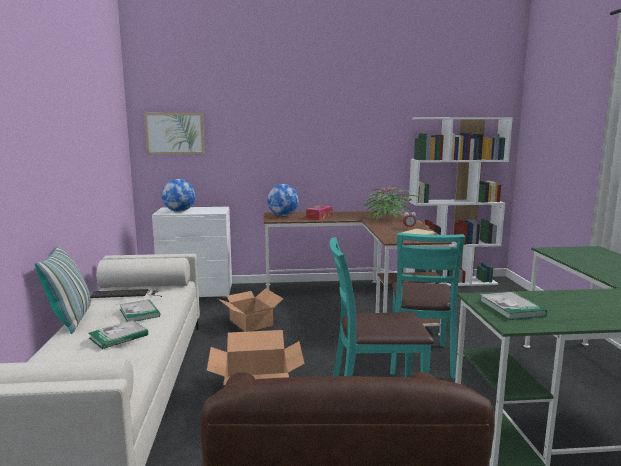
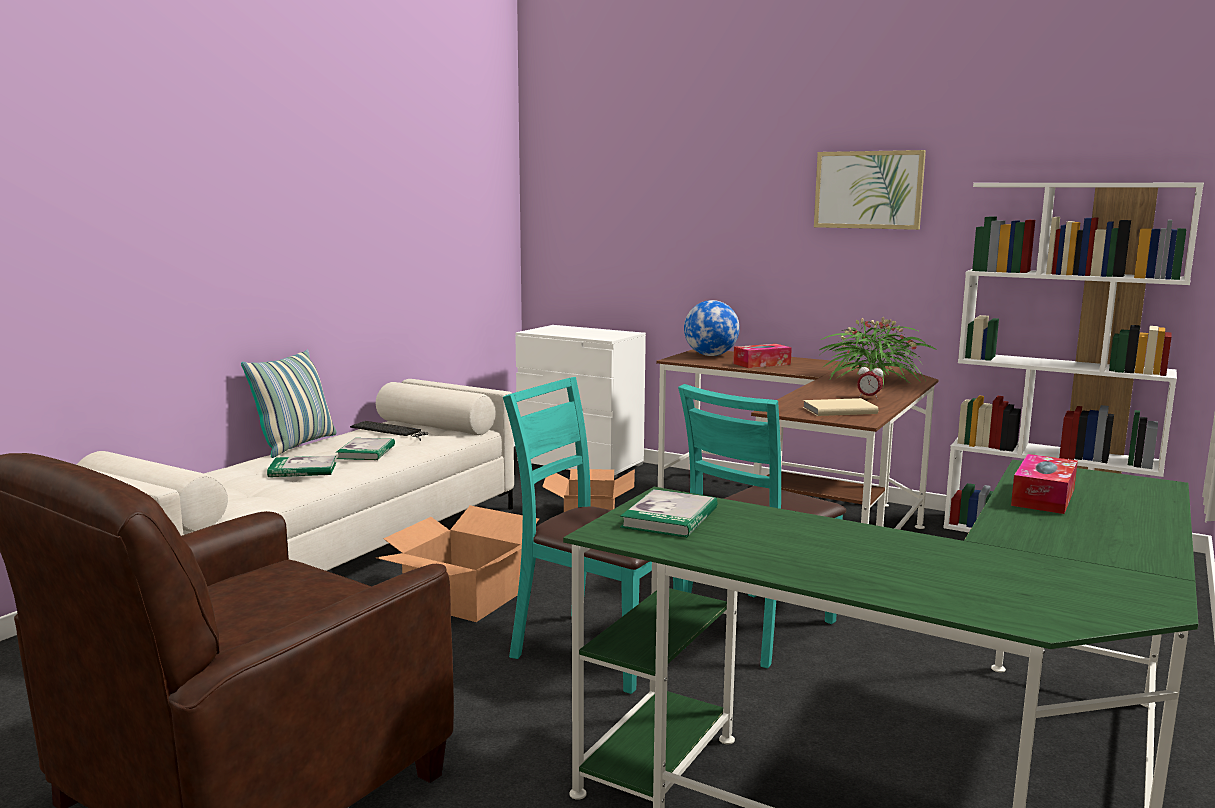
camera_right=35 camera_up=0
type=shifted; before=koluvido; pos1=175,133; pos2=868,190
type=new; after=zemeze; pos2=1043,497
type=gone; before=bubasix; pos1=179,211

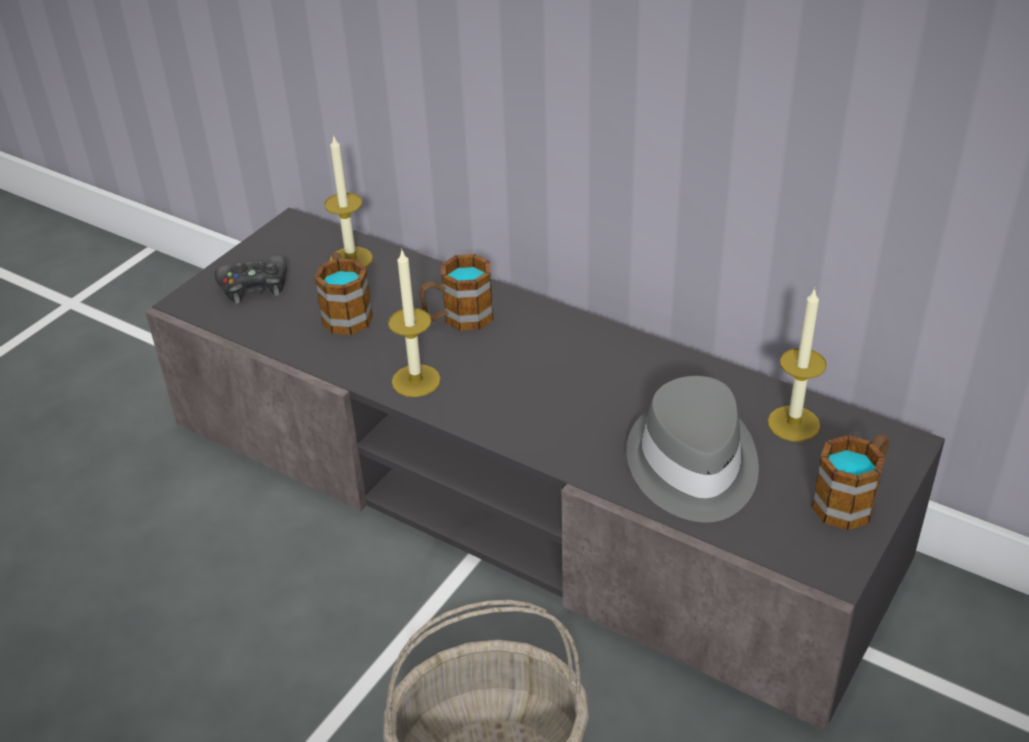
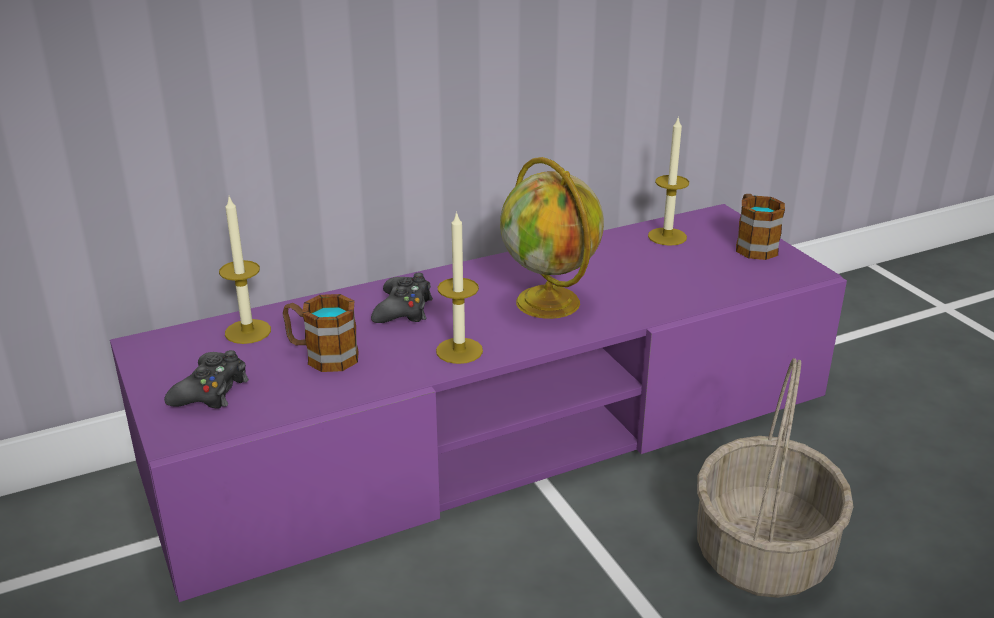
camera_right=-60 camera_up=-10
type=repainted; before=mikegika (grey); after=mikegika (purple); pos1=519,493; pos2=497,435
type=swapped; before=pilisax; after=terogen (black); pos1=458,318; pos2=403,309
type=new; after=bubasix; pos2=549,303
type=gone; before=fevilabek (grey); pos1=692,466

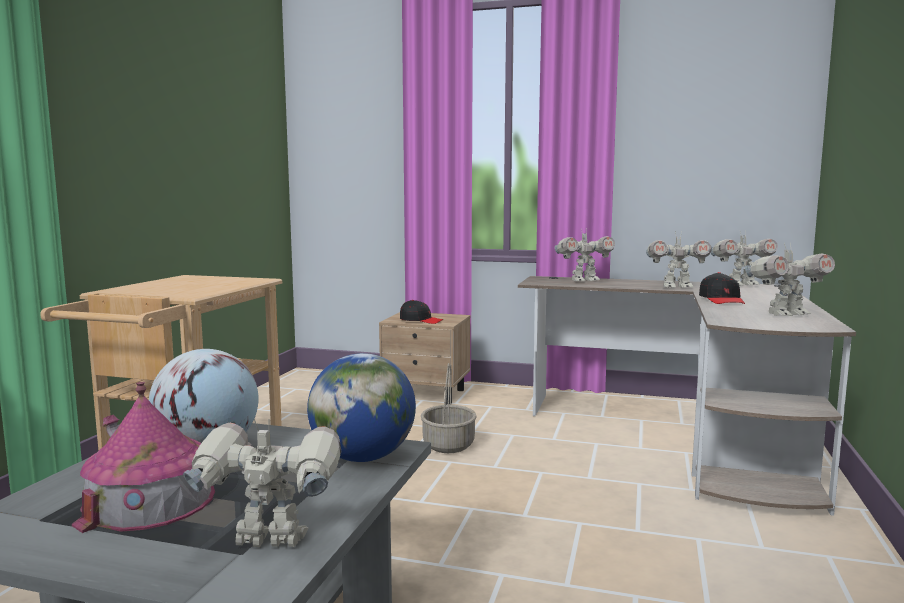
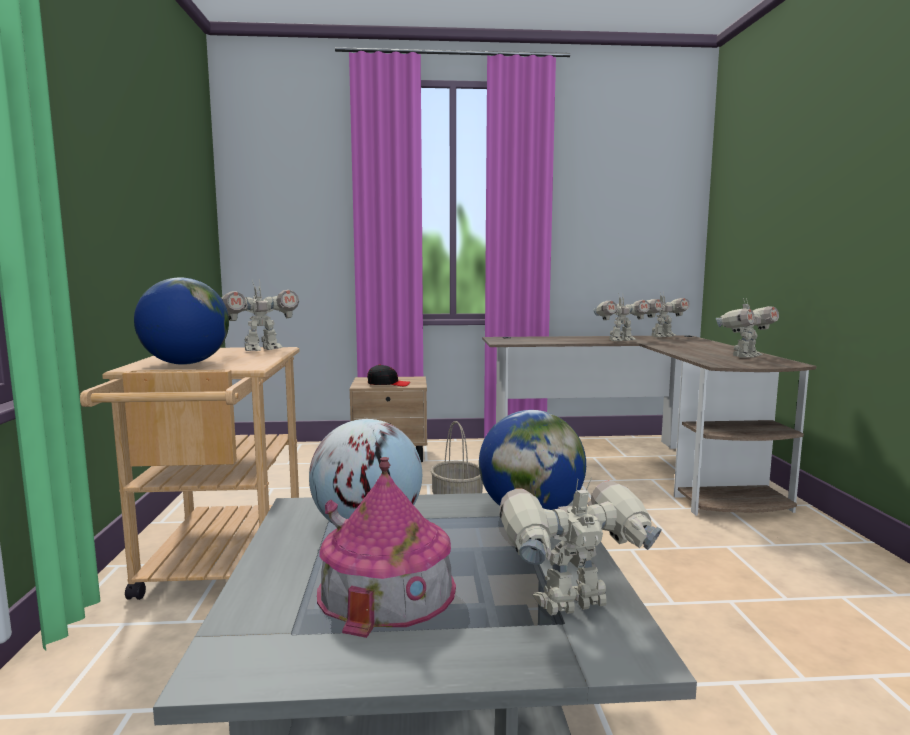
camera_right=-20 camera_up=0
type=new; after=bubasix; pos2=186,364
type=shifted; before=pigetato; pos1=584,281; pos2=261,350
type=gone; before=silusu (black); pos1=721,300

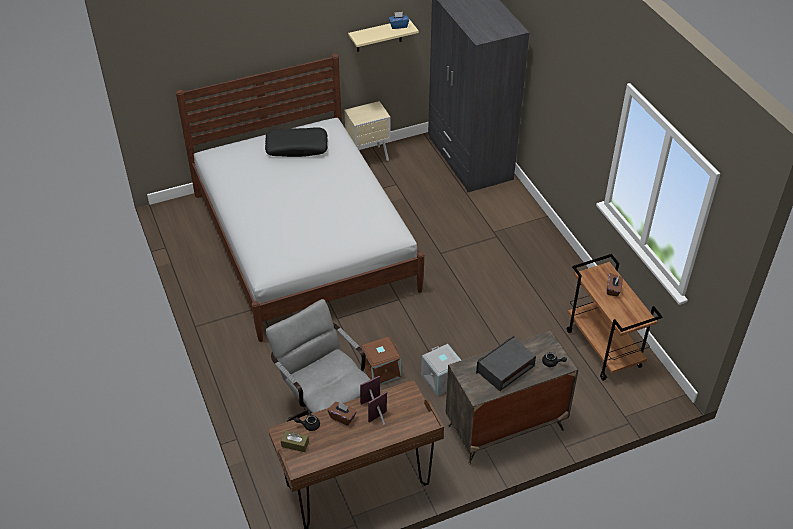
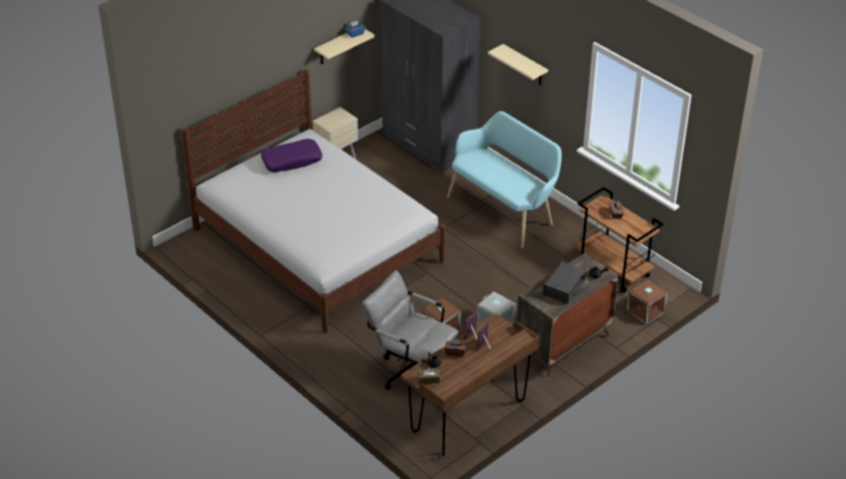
camera_right=-20 camera_up=-5
type=repainted; before=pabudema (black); after=pabudema (purple); pos1=297,147; pos2=292,160
type=new; after=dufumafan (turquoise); pos2=504,210
type=new; after=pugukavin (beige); pos2=525,66
type=new; after=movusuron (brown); pos2=646,311

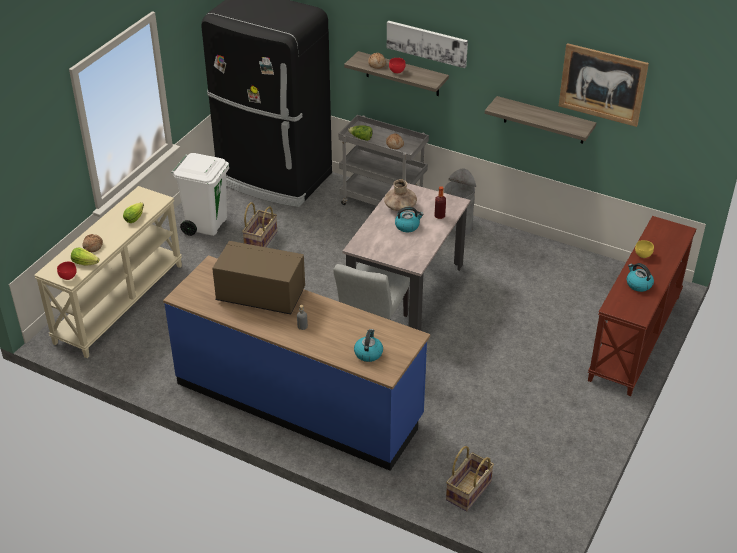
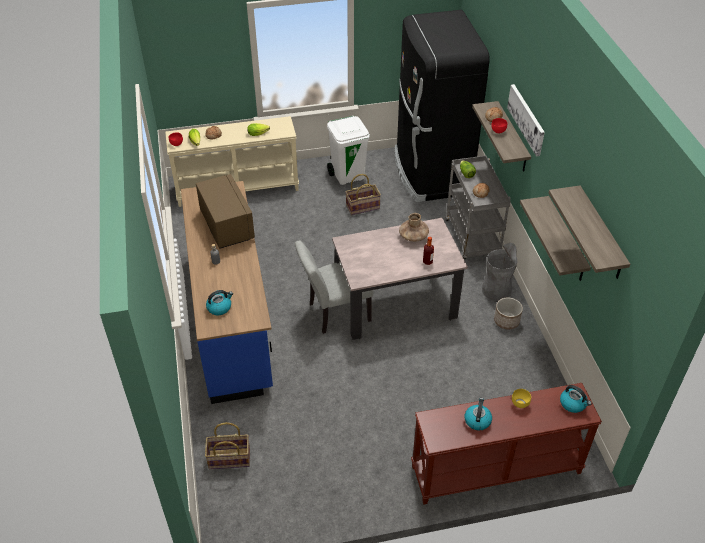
camera_right=50 camera_up=5
type=new; after=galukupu; pos2=506,321
type=swapped; before=koluvido; after=pugukavin; pos1=602,84; pos2=601,234
type=shifted; before=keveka; pos1=407,226; pos2=573,404

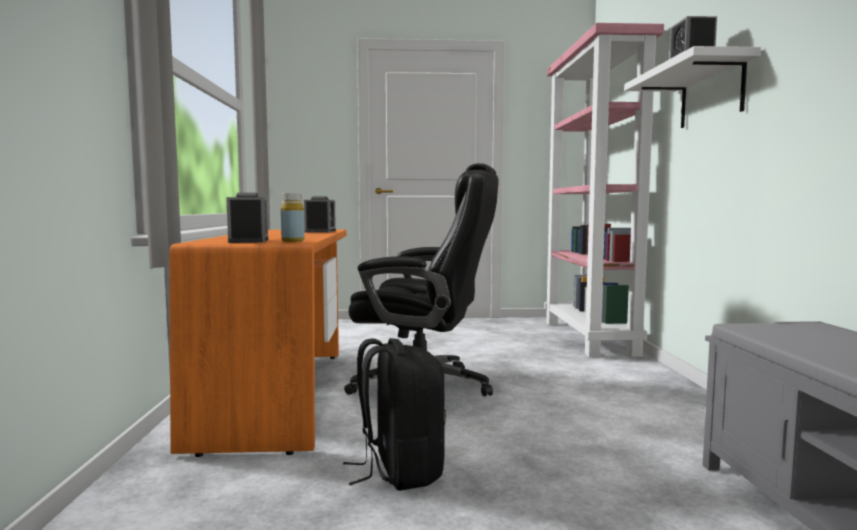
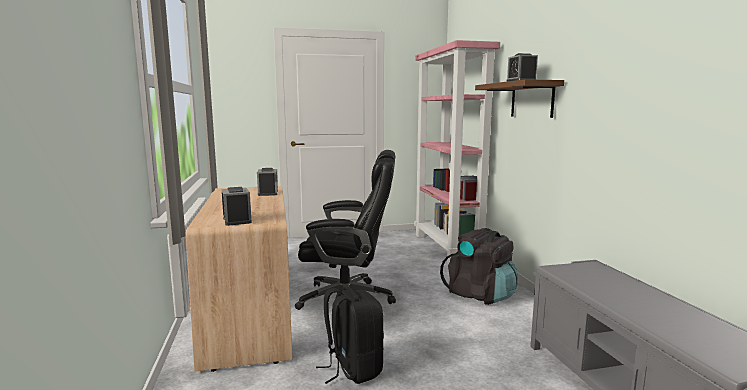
camera_right=-10 camera_up=5
type=repainted; before=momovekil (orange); after=momovekil (beige); pos1=281,394; pos2=250,313
type=new; after=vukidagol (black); pos2=480,294
type=repainted; before=pugukavin (white); after=pugukavin (brown); pos1=711,94; pos2=532,100
type=gone; before=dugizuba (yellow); pos1=293,241

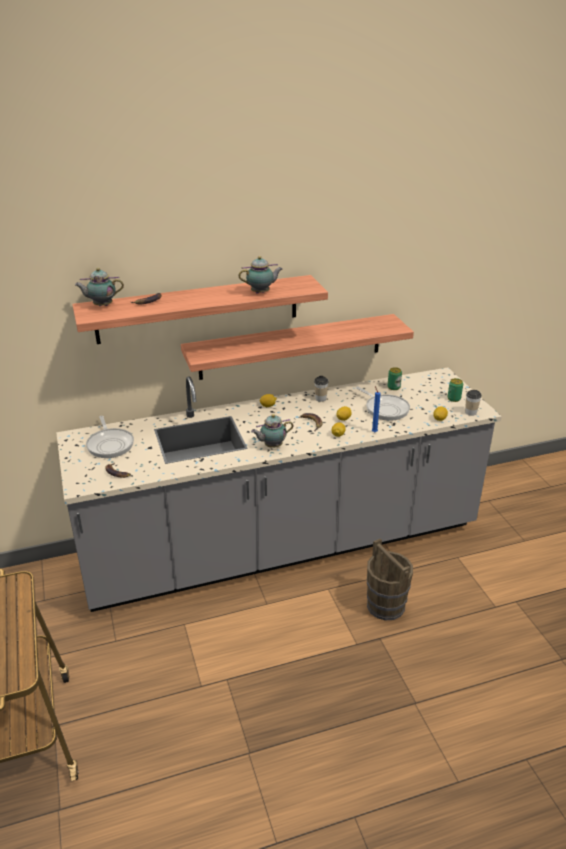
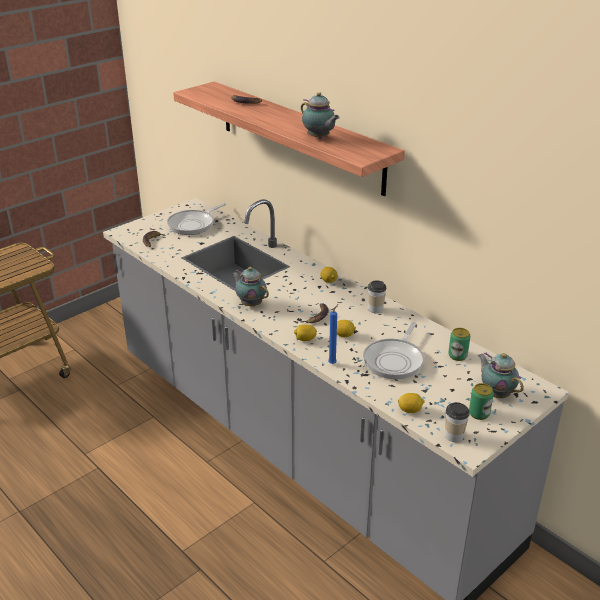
camera_right=65 camera_up=0
type=shifted; before=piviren; pos1=101,305; pos2=496,393
type=gone; before=pugukavin; pos1=291,346
type=gone; before=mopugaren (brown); pos1=385,605

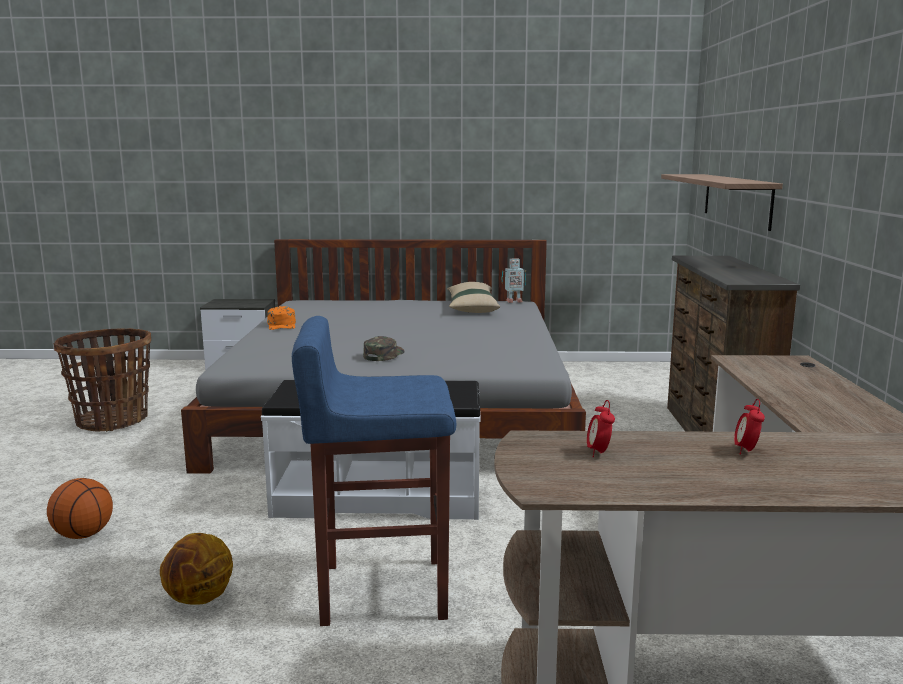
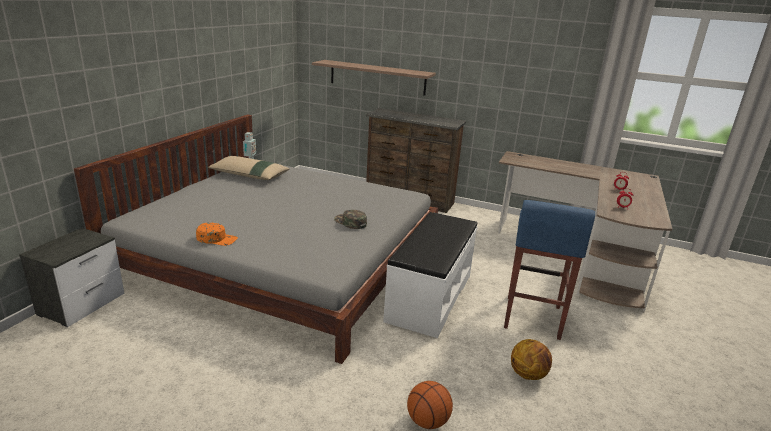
camera_right=-70 camera_up=10
type=gone; before=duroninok; pos1=112,421

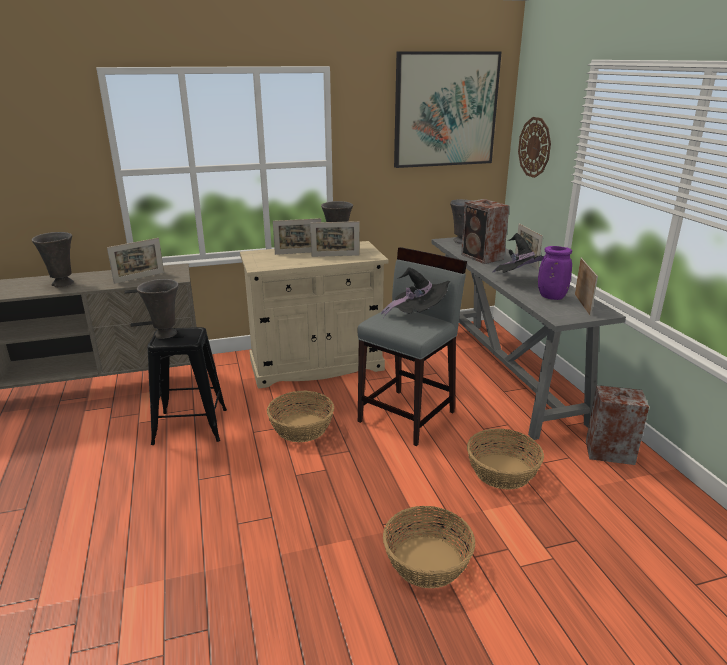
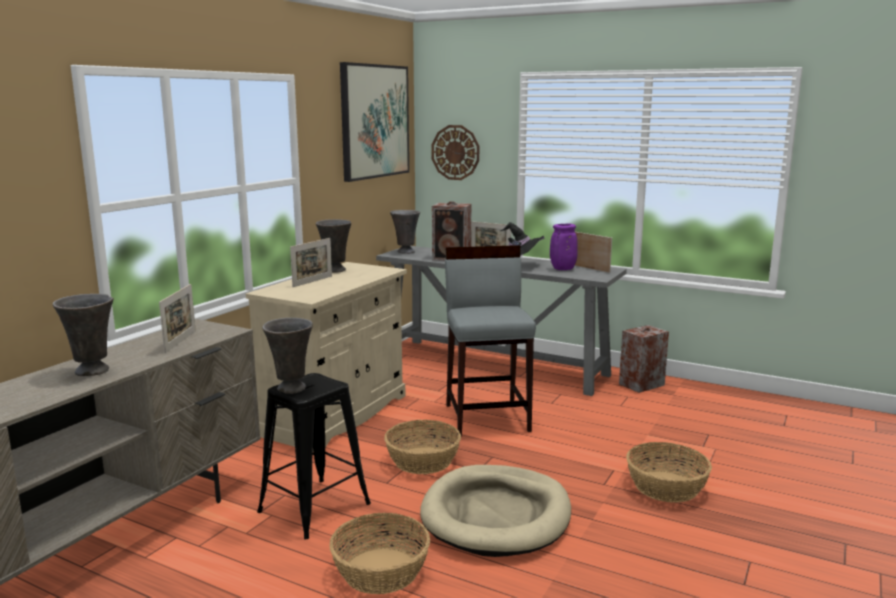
camera_right=-45 camera_up=-10
type=shifted; before=duroninok; pos1=502,471; pos2=380,570
type=new; after=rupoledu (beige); pos2=496,515
type=gone; before=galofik; pos1=335,256
type=gone; before=fevilabek (black); pos1=418,314

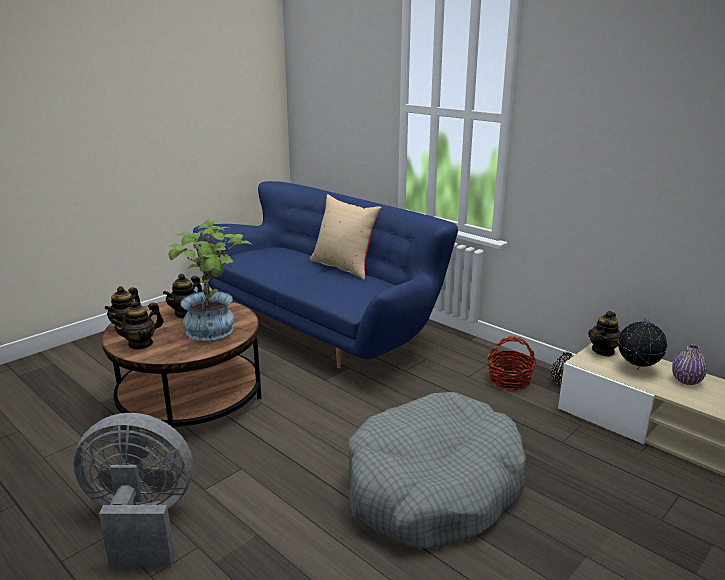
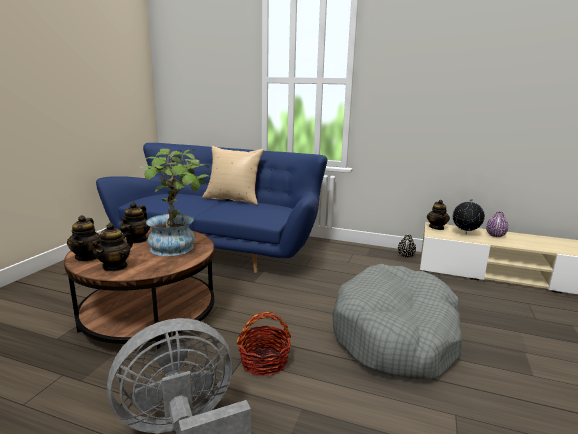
camera_right=-25 camera_up=-5
type=shifted; before=duroninok; pos1=509,380; pos2=264,361

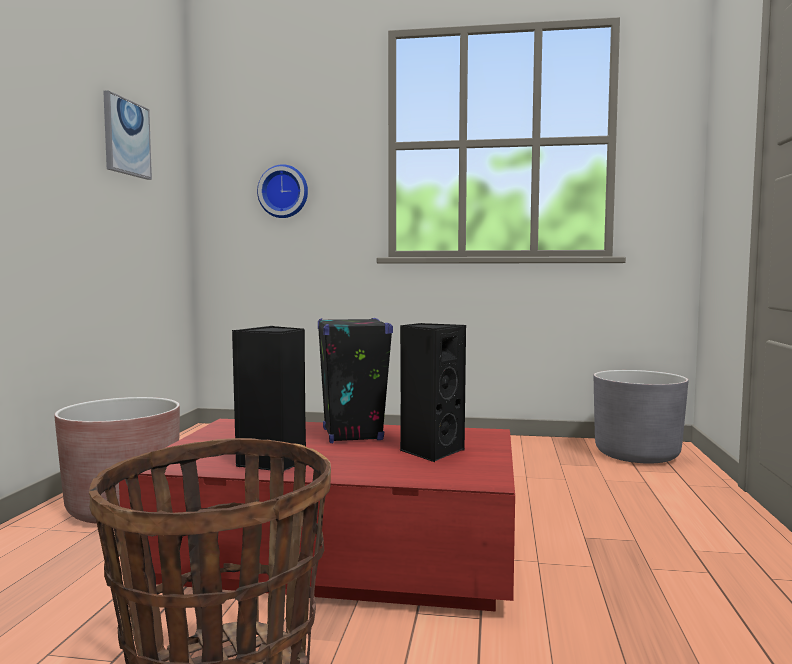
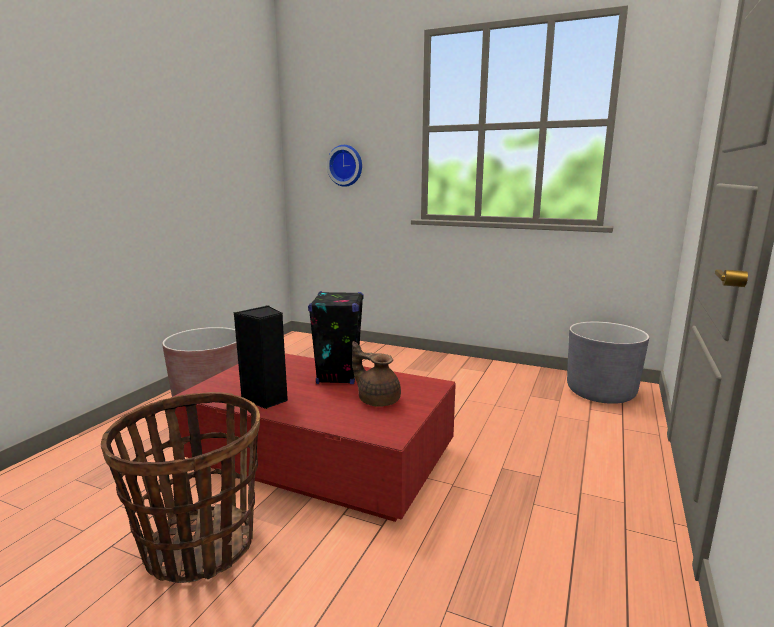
camera_right=15 camera_up=10
type=swapped; before=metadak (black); after=piviren (brown); pos1=430,451; pos2=377,400
type=gone; before=koluvido; pos1=126,137

